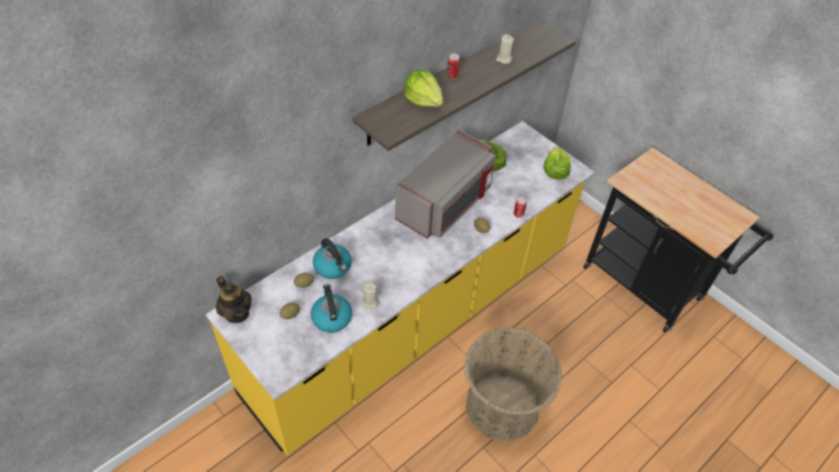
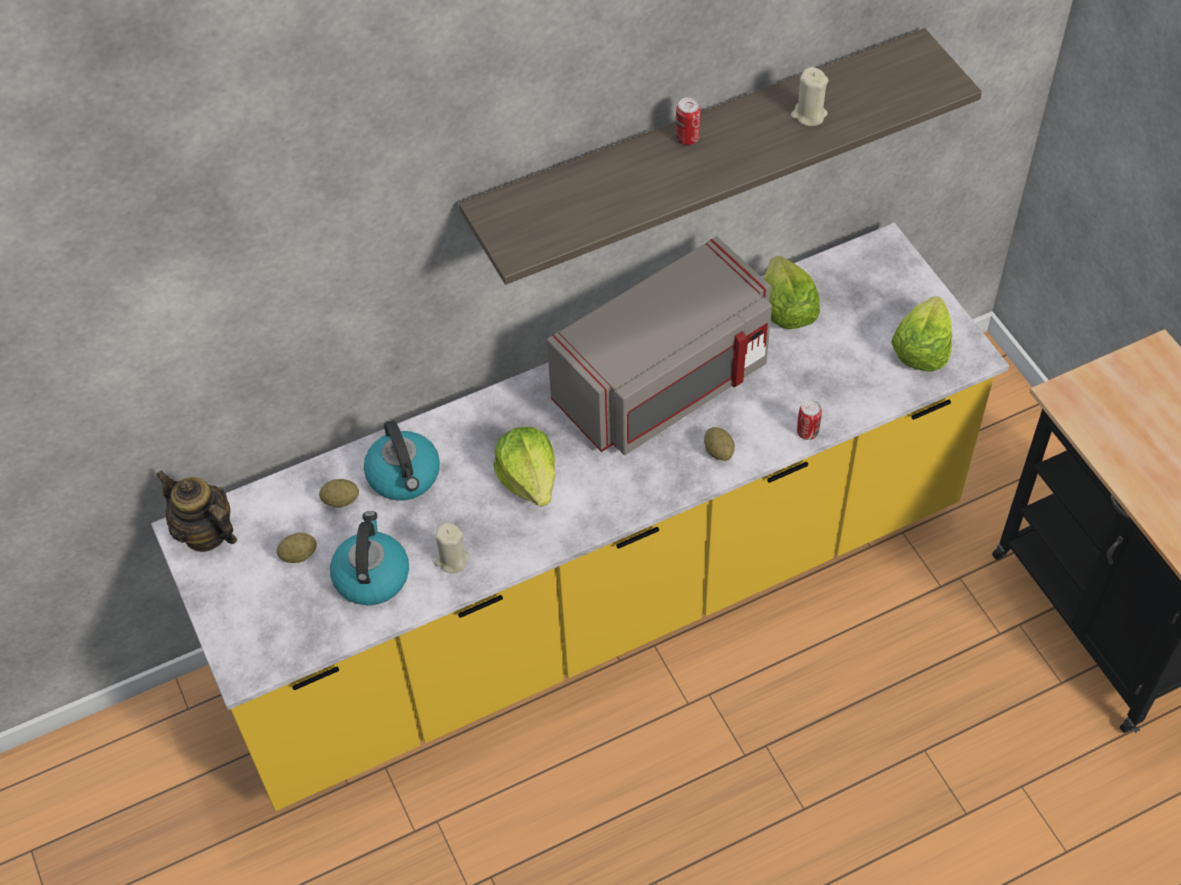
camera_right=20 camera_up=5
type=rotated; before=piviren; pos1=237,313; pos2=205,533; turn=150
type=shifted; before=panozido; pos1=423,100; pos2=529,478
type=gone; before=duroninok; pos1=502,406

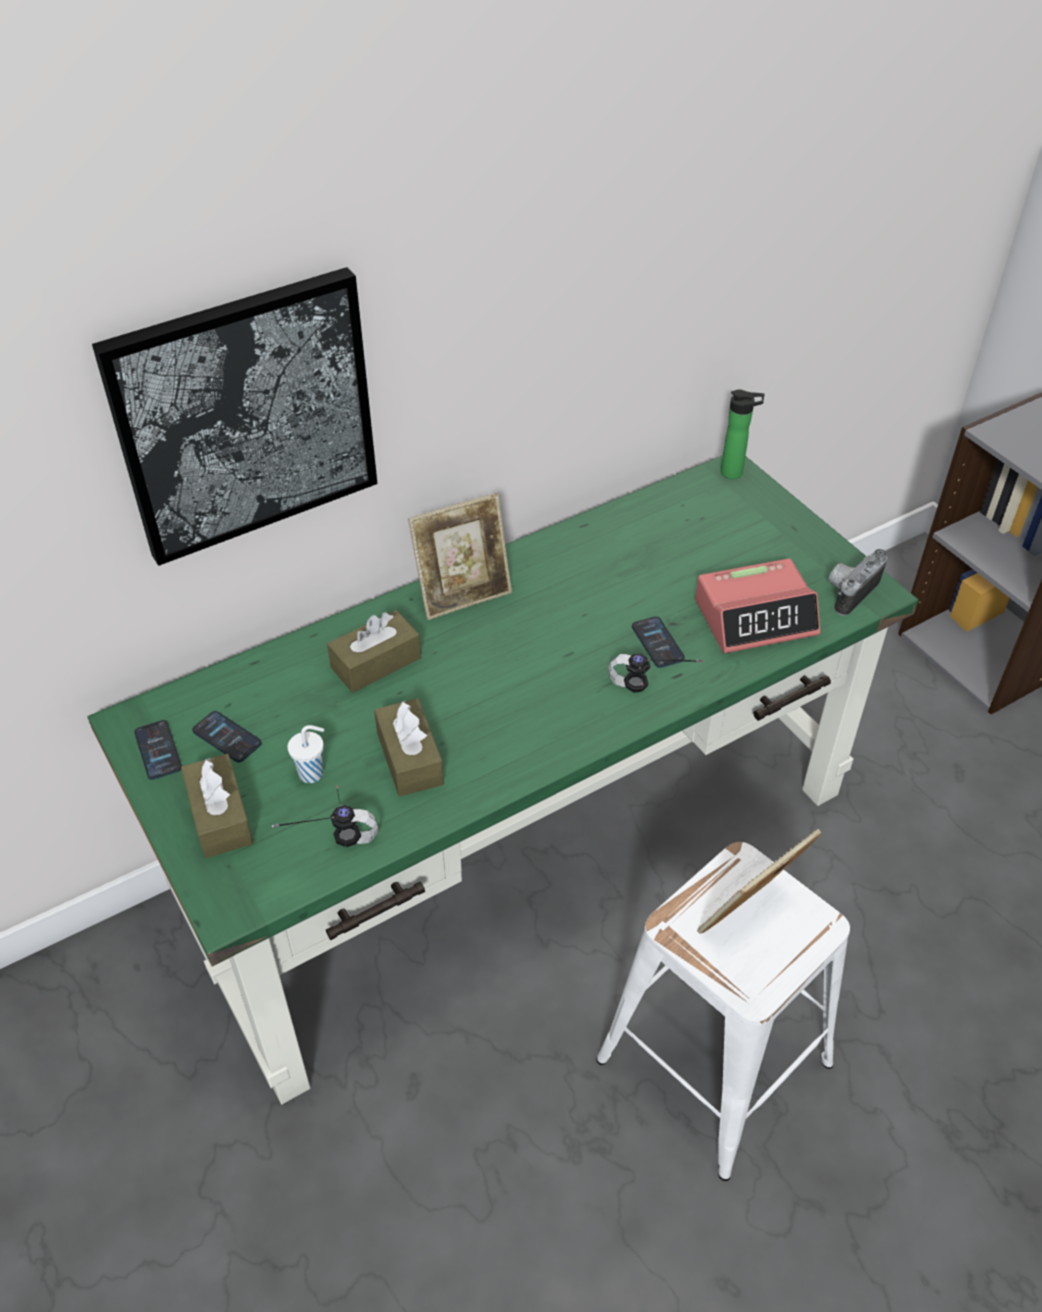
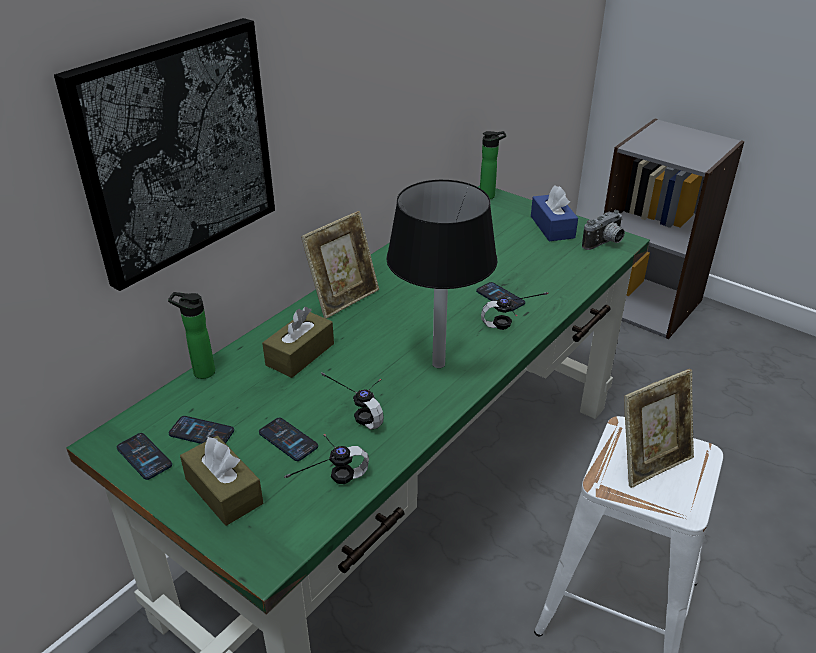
camera_right=-20 camera_up=-10
type=new; after=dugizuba; pos2=201,372
type=swapped; before=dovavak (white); after=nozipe; pos1=312,773; pos2=288,440
type=swapped; before=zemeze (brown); after=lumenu; pos1=410,758; pos2=362,410
type=new; after=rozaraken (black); pos2=438,364
type=new; after=zemeze (blue); pos2=552,227
type=rotated; before=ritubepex; pos1=849,592; pos2=605,244; turn=-150
type=rotated; before=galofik; pos1=749,916; pos2=651,462; turn=-150
type=gone; before=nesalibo; pos1=756,617

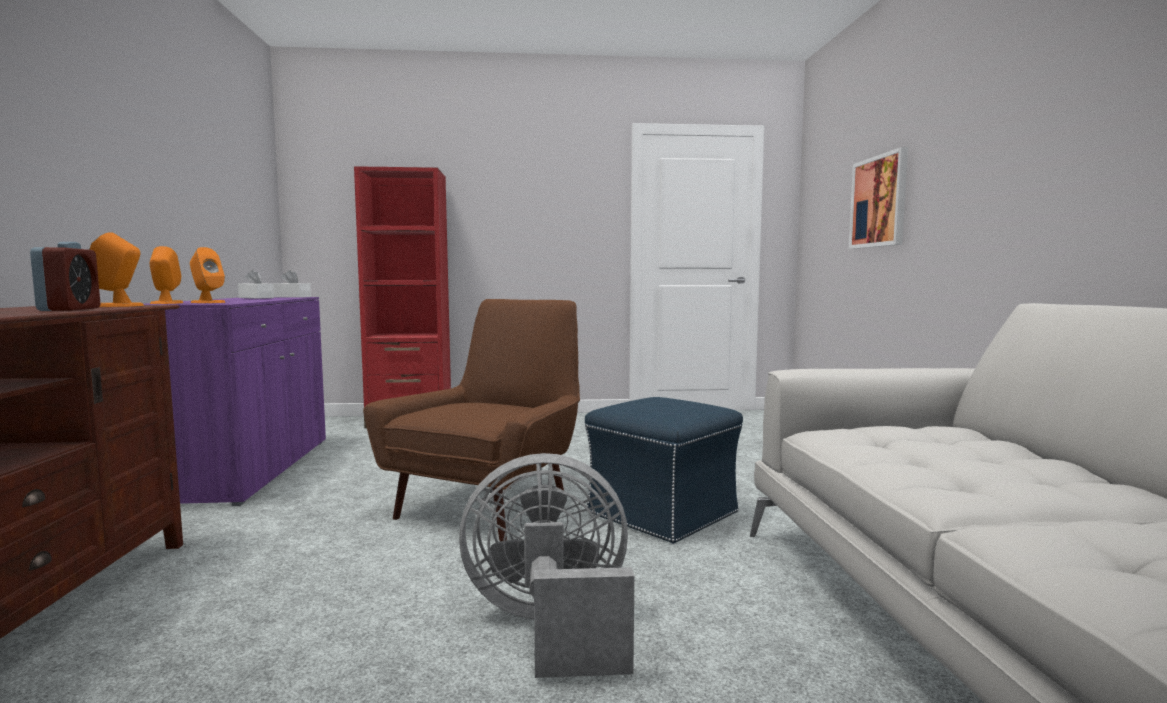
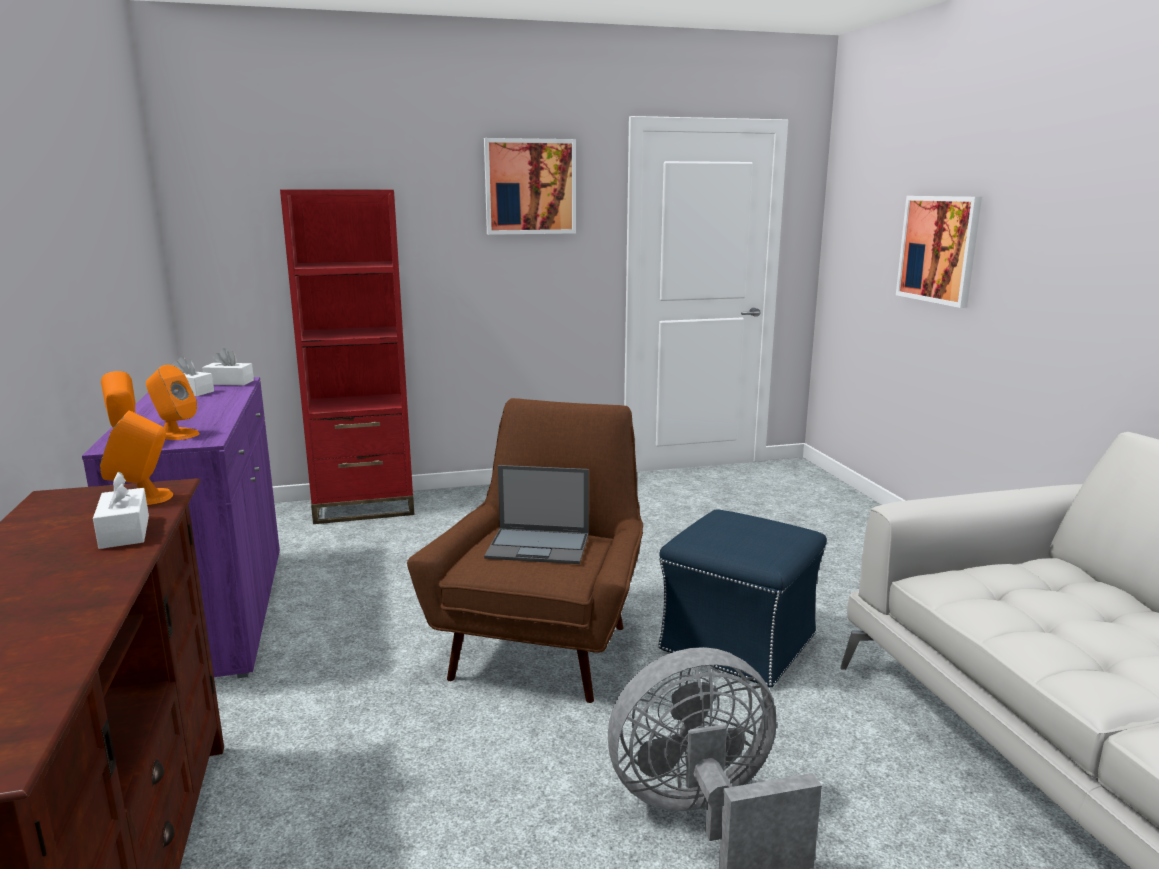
camera_right=-10 camera_up=10
type=swapped; before=nesalibo; after=zemeze (white); pos1=70,309; pos2=124,532
type=new; after=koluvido; pos2=530,187
type=new; after=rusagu; pos2=539,546

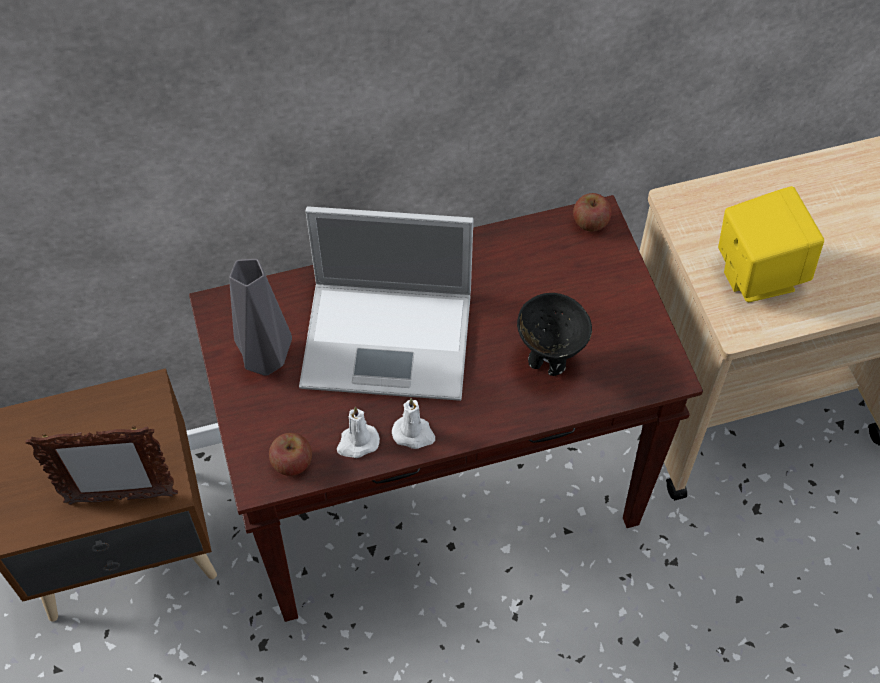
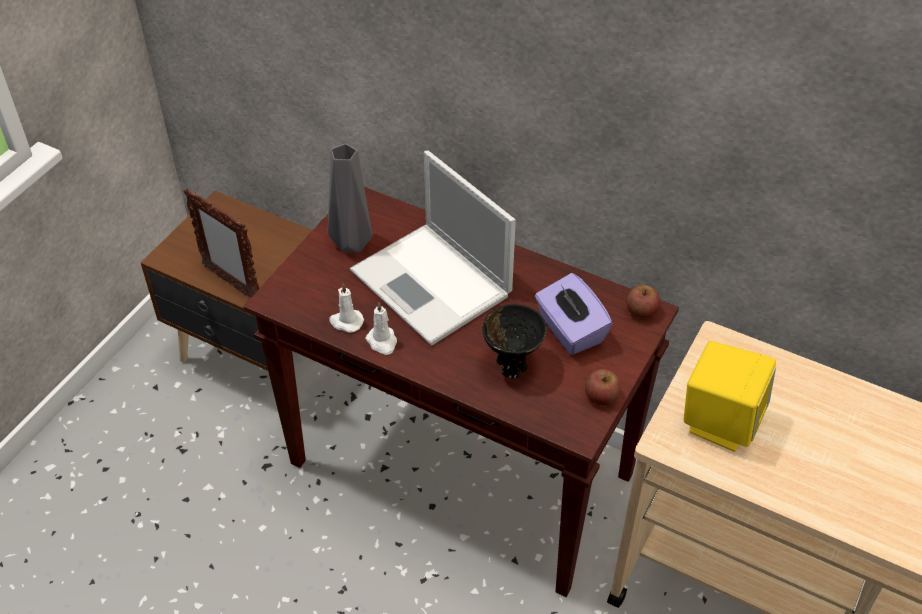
camera_right=45 camera_up=-10
type=new; after=zemeze (purple); pos2=570,330
type=shifted; before=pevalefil; pos1=292,462; pos2=601,396

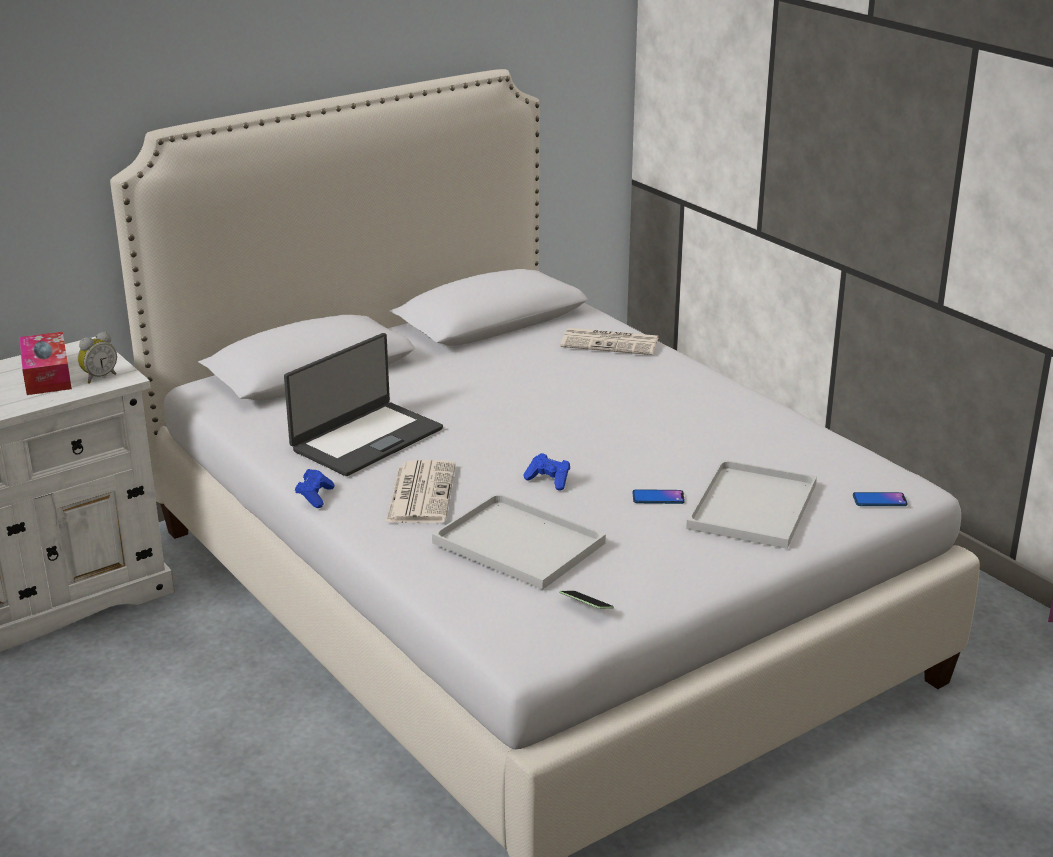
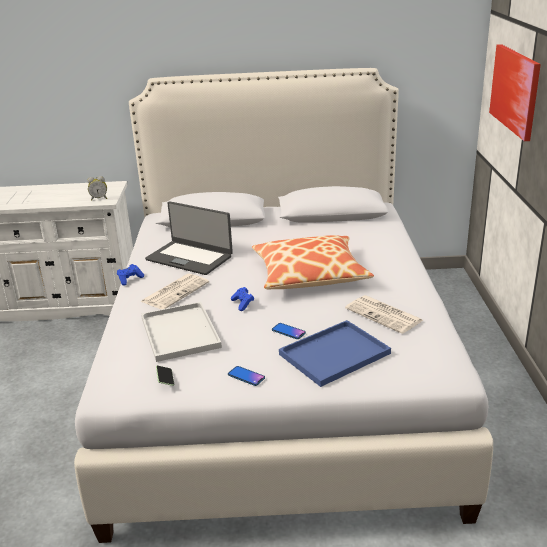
camera_right=35 camera_up=0
type=rotated; before=rusagu; pos1=365,439; pos2=190,257; turn=45
type=shifted; before=nozipe; pos1=879,500; pos2=246,376
type=new; after=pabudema; pos2=309,274
type=repainted; before=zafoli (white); after=zafoli (blue); pos1=751,504; pos2=335,353
type=shifted; before=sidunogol; pos1=611,342; pos2=385,315
type=new; after=koluvido; pos2=515,90
type=gone; before=zemeze; pos1=47,375

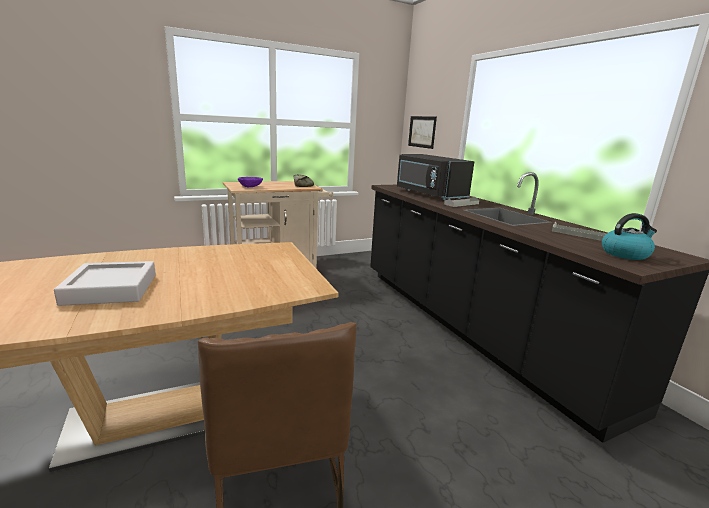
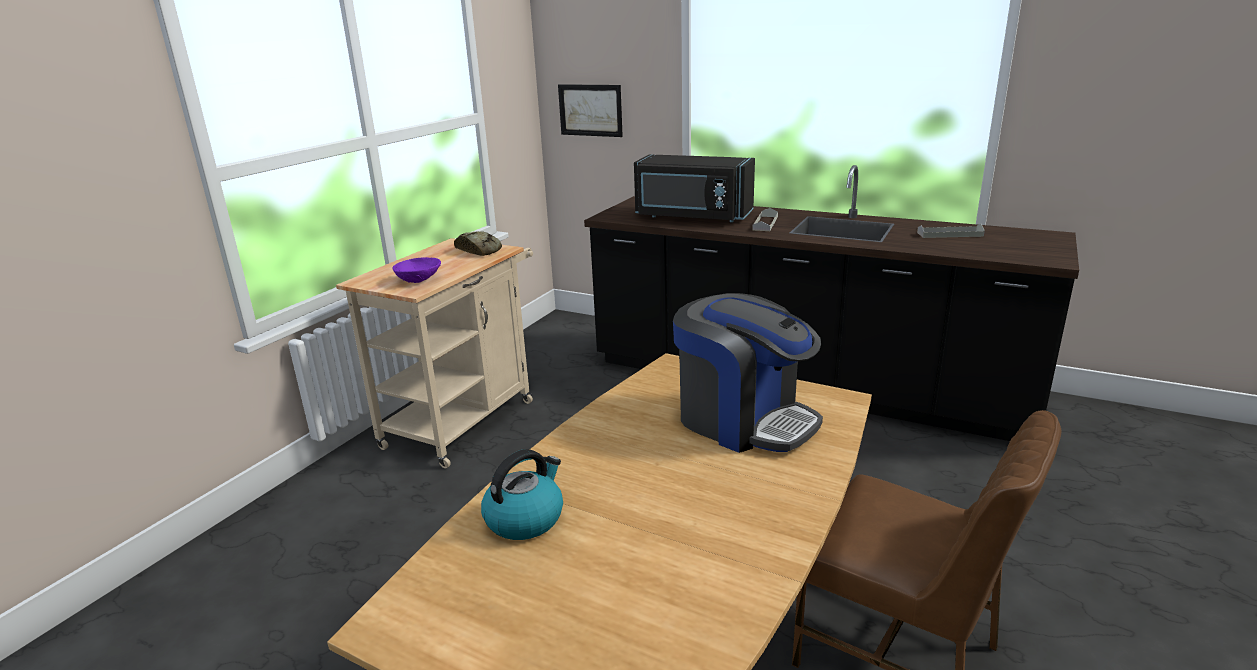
camera_right=-35 camera_up=5
type=shifted; before=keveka; pos1=625,254; pos2=525,518
type=new; after=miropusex; pos2=743,420
type=gone; before=zafoli (grey); pos1=111,289

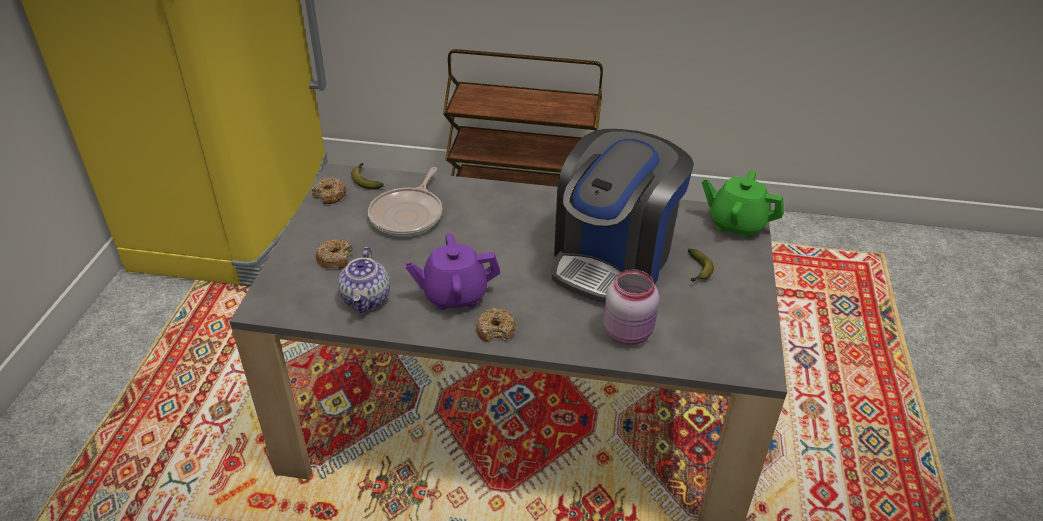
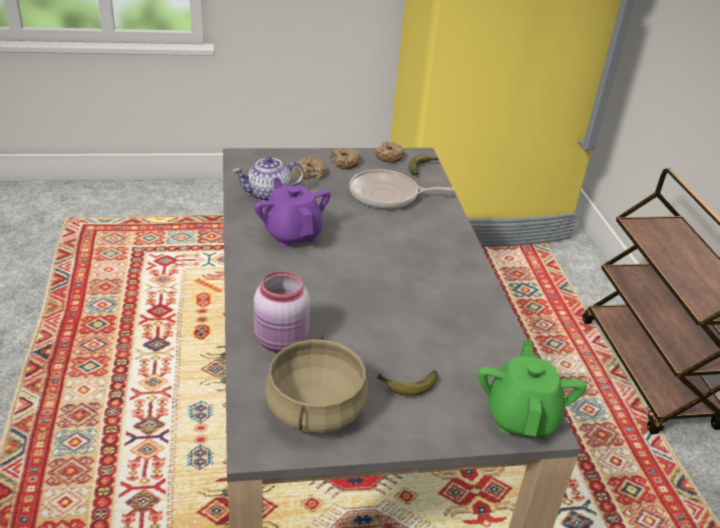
camera_right=70 camera_up=-5
type=new; after=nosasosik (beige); pos2=314,408
type=shifted; before=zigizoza; pos1=496,330; pos2=345,163
type=gone; before=miropusex; pos1=613,258

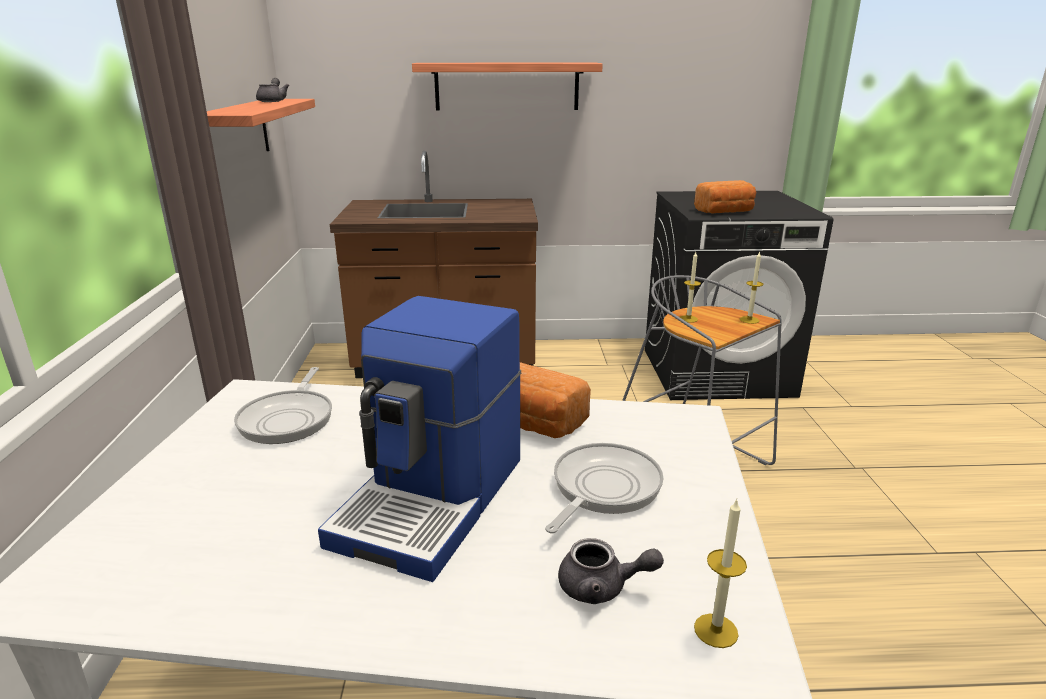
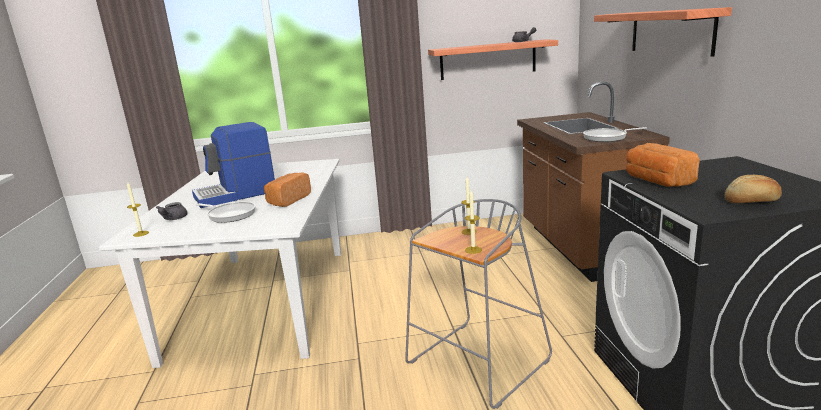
camera_right=85 camera_up=-5
type=rotated; before=miropusex; pos1=434,499; pos2=236,194; turn=-45
type=shifted; before=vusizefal; pos1=289,419; pos2=607,137
type=new; after=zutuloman; pos2=752,201

